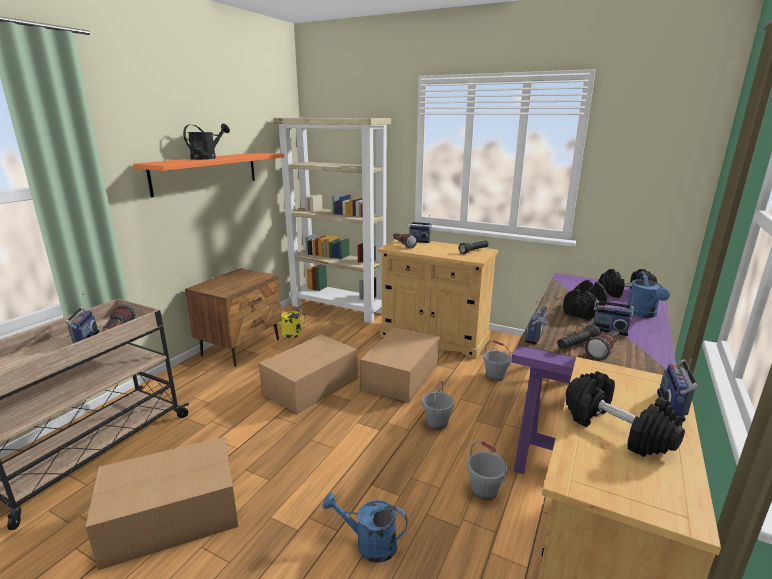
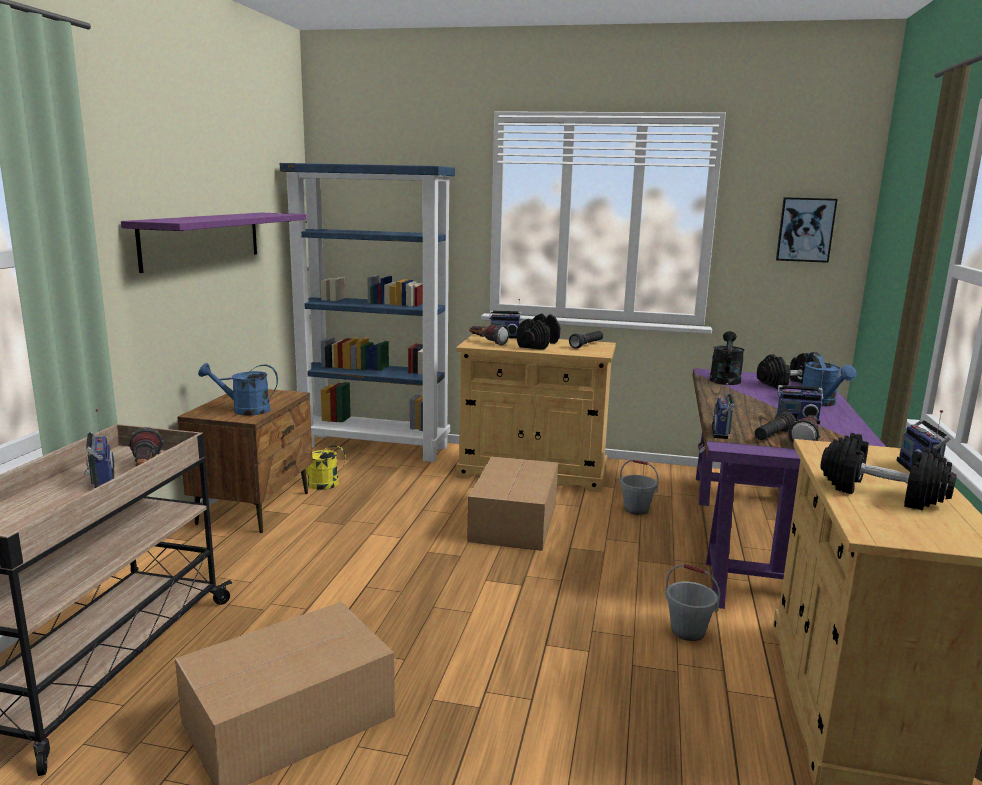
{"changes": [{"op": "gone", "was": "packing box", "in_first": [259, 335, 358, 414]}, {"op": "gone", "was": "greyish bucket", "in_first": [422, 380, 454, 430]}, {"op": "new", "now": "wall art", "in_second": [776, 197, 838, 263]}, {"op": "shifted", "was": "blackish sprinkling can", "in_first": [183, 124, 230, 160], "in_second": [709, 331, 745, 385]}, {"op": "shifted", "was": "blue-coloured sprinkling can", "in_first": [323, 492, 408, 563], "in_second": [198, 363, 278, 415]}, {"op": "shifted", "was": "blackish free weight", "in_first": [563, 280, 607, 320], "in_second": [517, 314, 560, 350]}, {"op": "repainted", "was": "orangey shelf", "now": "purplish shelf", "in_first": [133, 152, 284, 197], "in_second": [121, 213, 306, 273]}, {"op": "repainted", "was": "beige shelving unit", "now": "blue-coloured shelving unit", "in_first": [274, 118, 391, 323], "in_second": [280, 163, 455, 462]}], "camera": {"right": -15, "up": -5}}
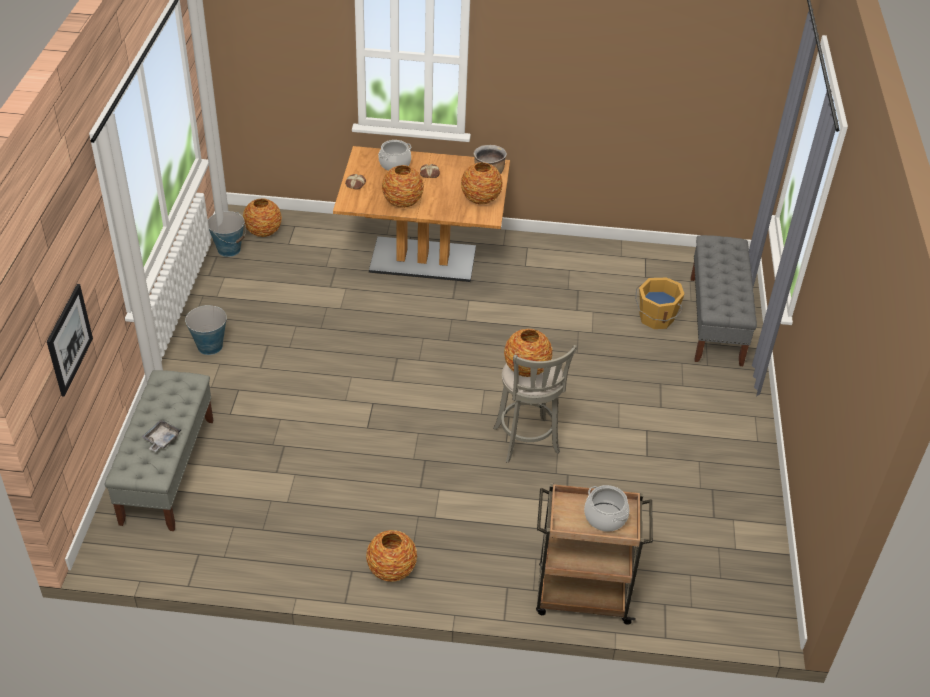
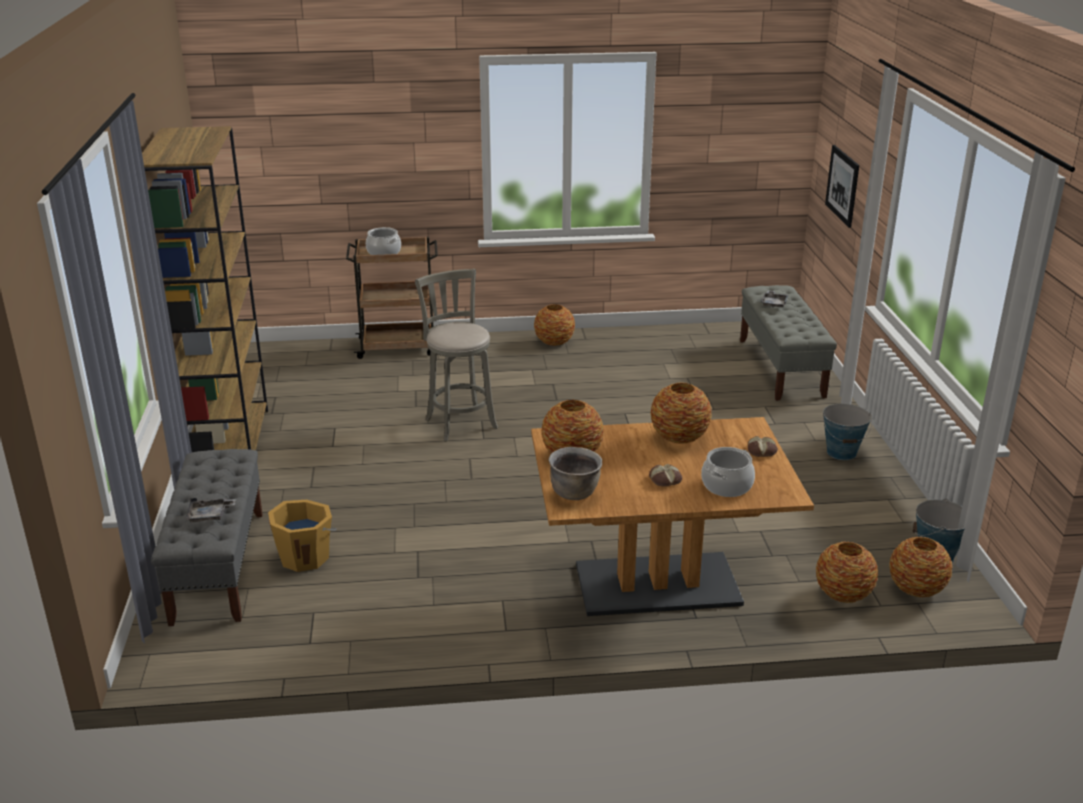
{"changes": [{"op": "new", "now": "brown-coloured shelving unit", "in_second": [142, 126, 268, 452]}, {"op": "new", "now": "greyish carrying tray", "in_second": [186, 498, 236, 522]}, {"op": "shifted", "was": "decorative vase", "in_first": [504, 329, 552, 377], "in_second": [816, 542, 878, 603]}], "camera": {"right": 170, "up": -15}}
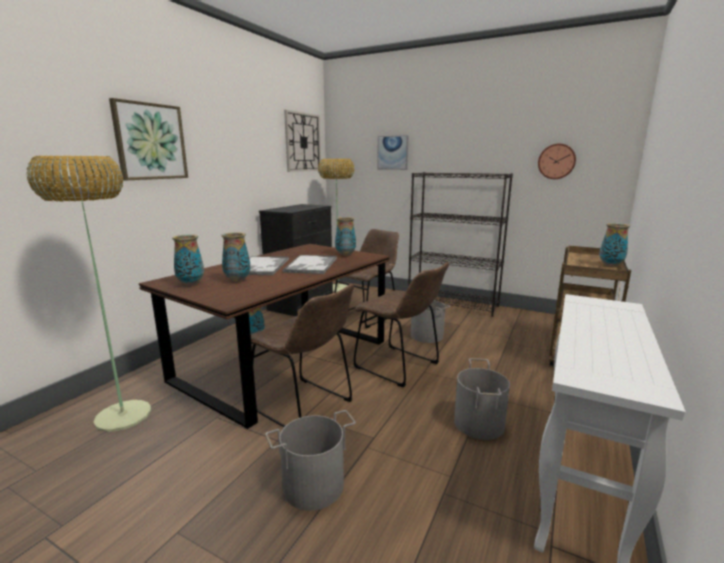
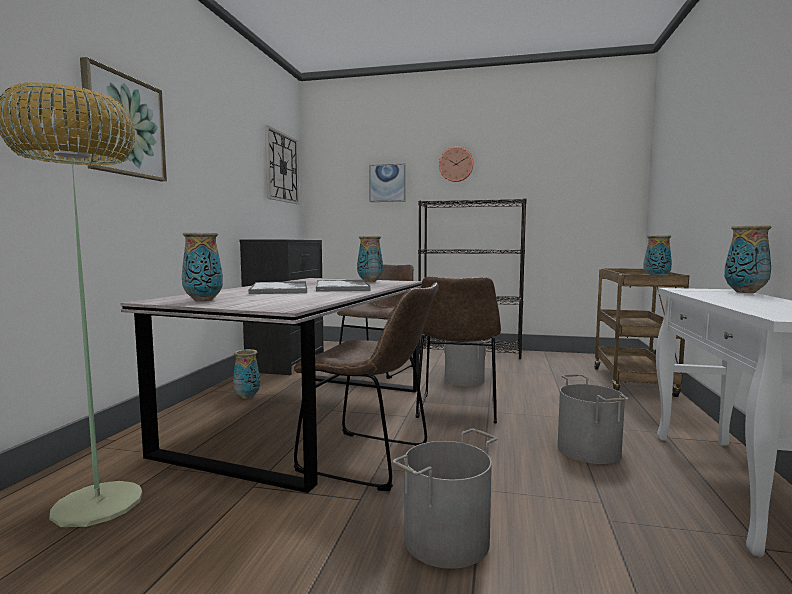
{"changes": [{"op": "gone", "was": "standard lamp", "in_first": [318, 159, 355, 292]}, {"op": "shifted", "was": "decorative vase", "in_first": [221, 232, 250, 282], "in_second": [724, 226, 772, 293]}, {"op": "shifted", "was": "clock on the wall", "in_first": [538, 144, 576, 179], "in_second": [439, 146, 474, 182]}, {"op": "repainted", "was": "brown-coloured dinner table", "now": "greyish dinner table", "in_first": [139, 244, 390, 429], "in_second": [121, 278, 422, 493]}, {"op": "rotated", "was": "brown-coloured plain chair", "in_first": [354, 262, 449, 387], "in_second": [416, 276, 501, 423], "clockwise": 75}], "camera": {"right": -15, "up": -10}}
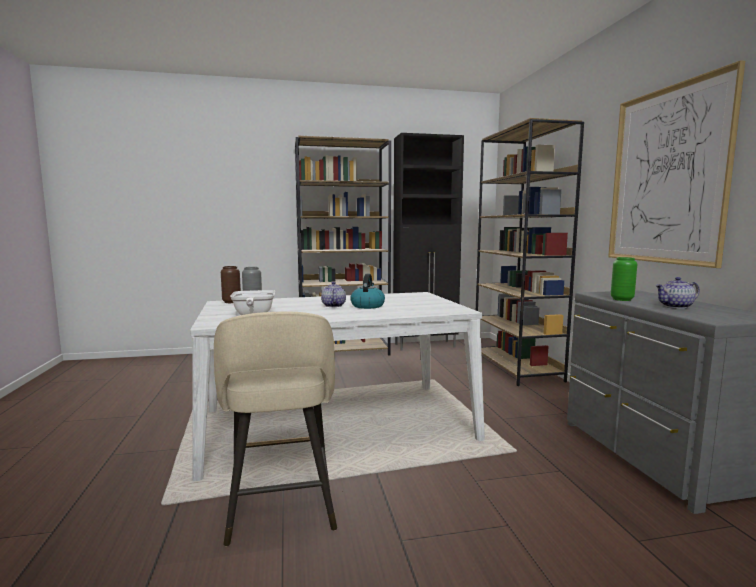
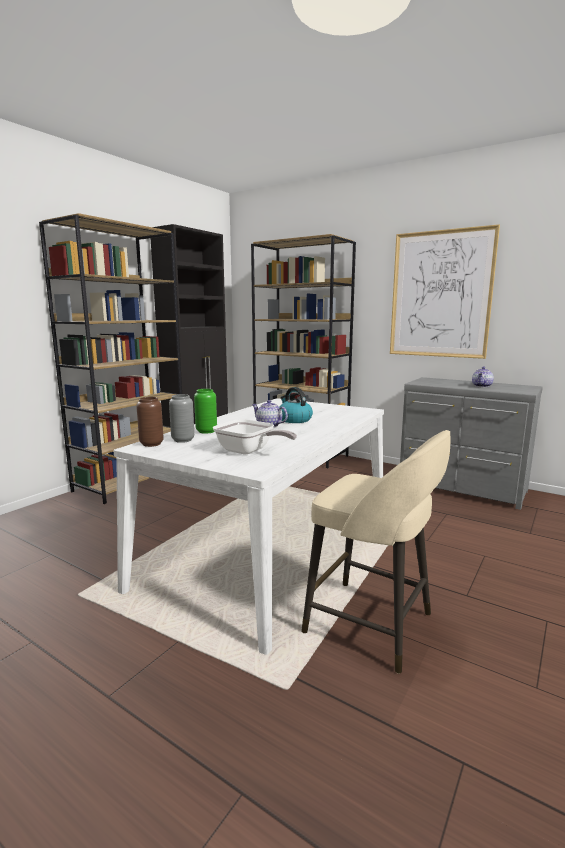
{"changes": [{"op": "shifted", "was": "greenish decorative vase", "in_first": [611, 257, 637, 301], "in_second": [194, 389, 217, 434]}], "camera": {"right": -45, "up": 5}}
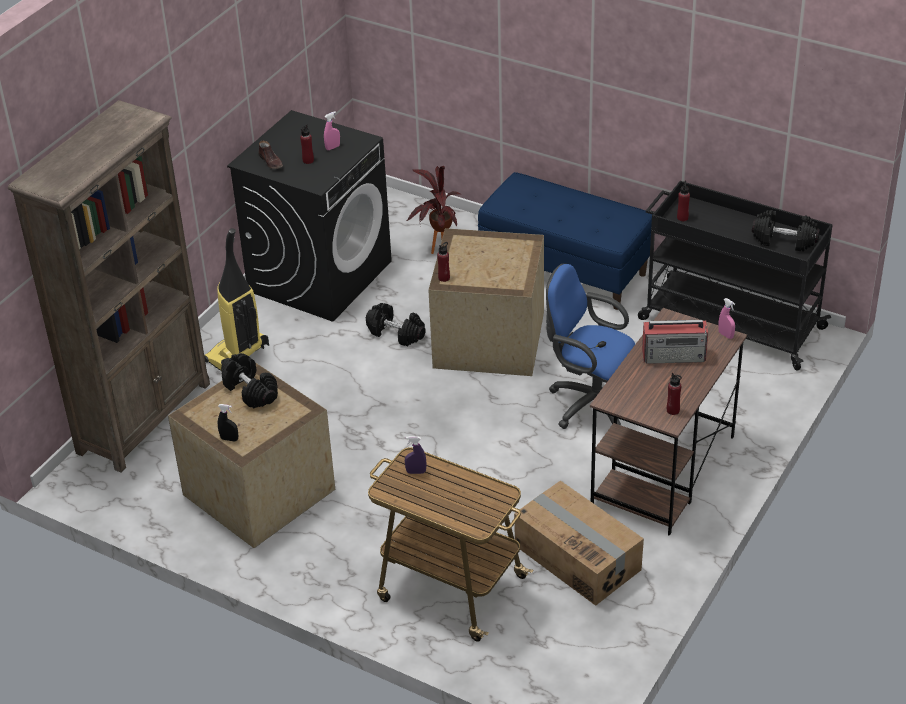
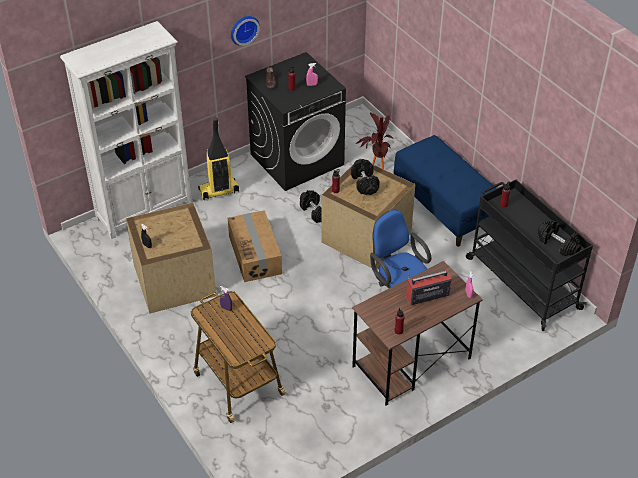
{"changes": [{"op": "new", "now": "clock on the wall", "in_second": [231, 16, 260, 46]}, {"op": "shifted", "was": "blackish free weight", "in_first": [221, 353, 278, 408], "in_second": [351, 159, 379, 195]}, {"op": "shifted", "was": "packing box", "in_first": [514, 481, 644, 606], "in_second": [228, 210, 282, 282]}, {"op": "repainted", "was": "brown-coloured shelving unit", "now": "whitish shelving unit", "in_first": [8, 100, 210, 472], "in_second": [60, 21, 192, 239]}, {"op": "rotated", "was": "radio", "in_first": [642, 320, 708, 364], "in_second": [406, 269, 452, 306], "clockwise": 135}], "camera": {"right": 25, "up": 5}}
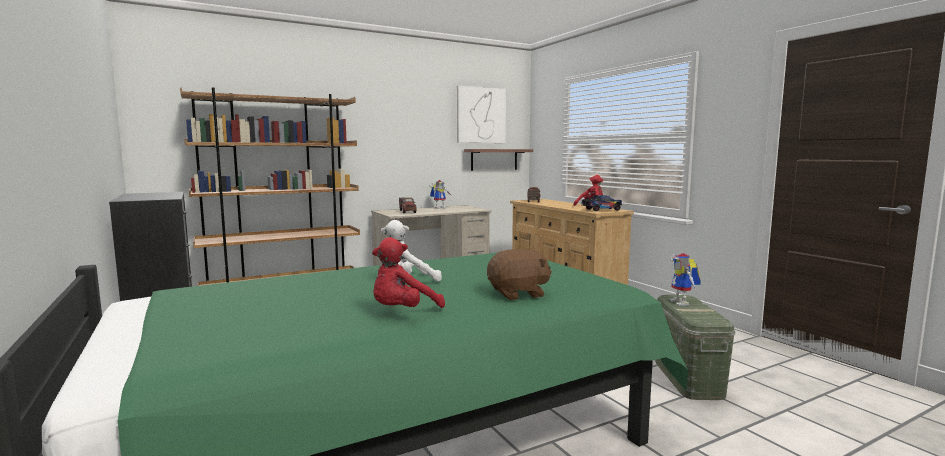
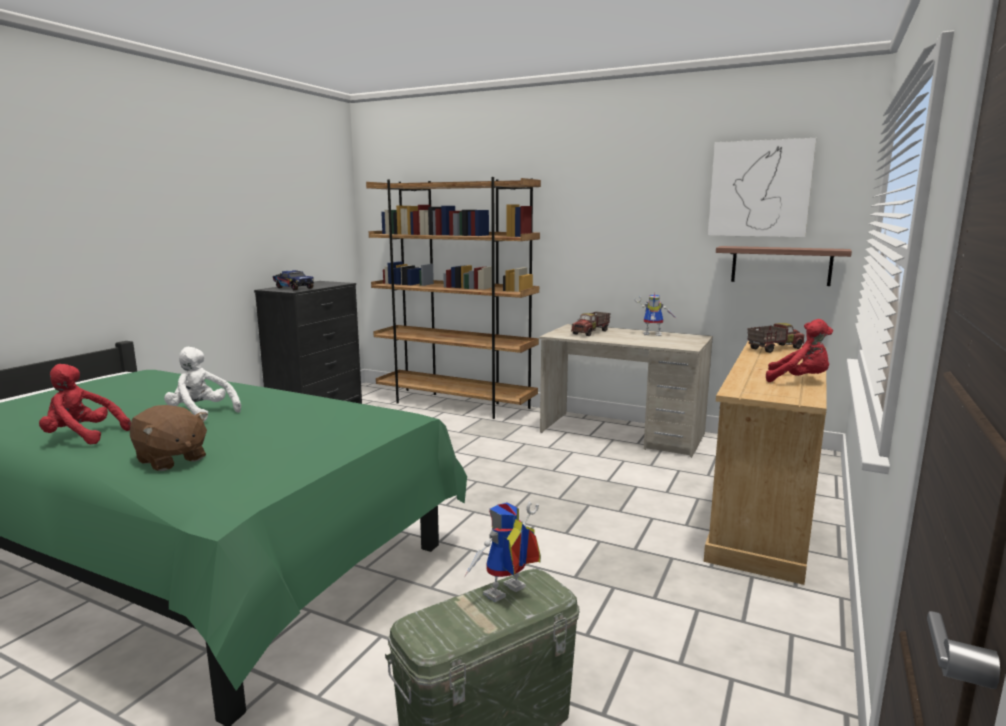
{"changes": [{"op": "shifted", "was": "toy truck", "in_first": [582, 195, 622, 211], "in_second": [273, 270, 314, 290]}], "camera": {"right": 55, "up": 5}}
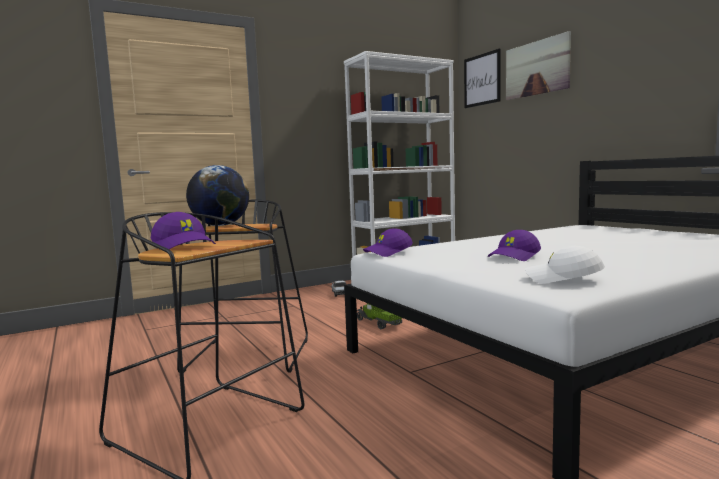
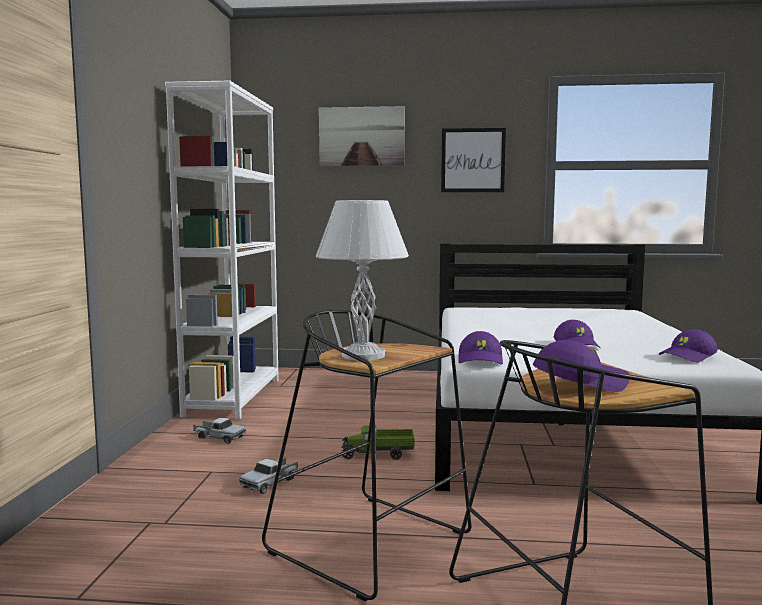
{"changes": [{"op": "new", "now": "toy truck", "in_second": [239, 457, 298, 494]}, {"op": "shifted", "was": "wall art", "in_first": [464, 49, 500, 108], "in_second": [441, 128, 506, 192]}, {"op": "swapped", "was": "globe", "now": "whitish table lamp", "in_first": [186, 165, 249, 226], "in_second": [315, 200, 409, 361]}, {"op": "repainted", "was": "whitish peaked cap", "now": "purplish peaked cap", "in_first": [525, 246, 605, 284], "in_second": [659, 329, 718, 363]}], "camera": {"right": -55, "up": 0}}
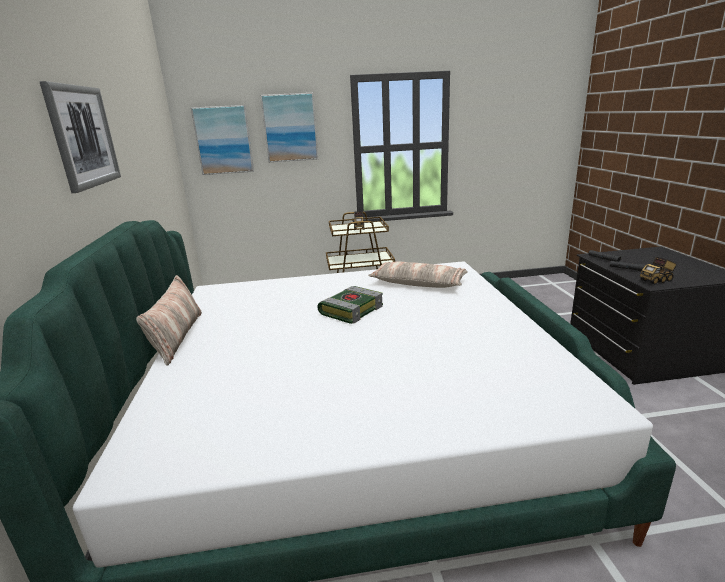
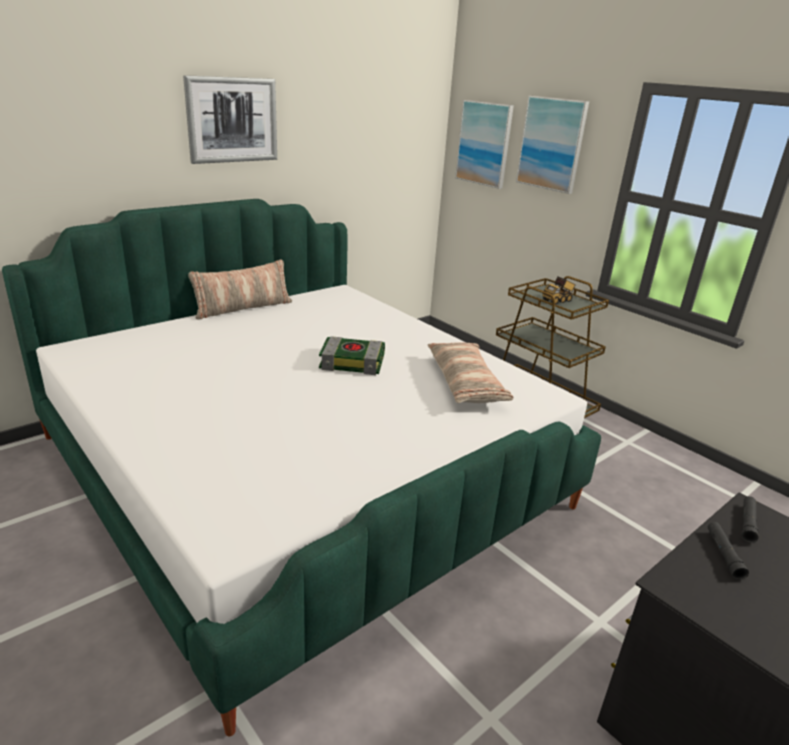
{"changes": [{"op": "gone", "was": "toy truck", "in_first": [640, 256, 676, 285]}], "camera": {"right": 55, "up": 5}}
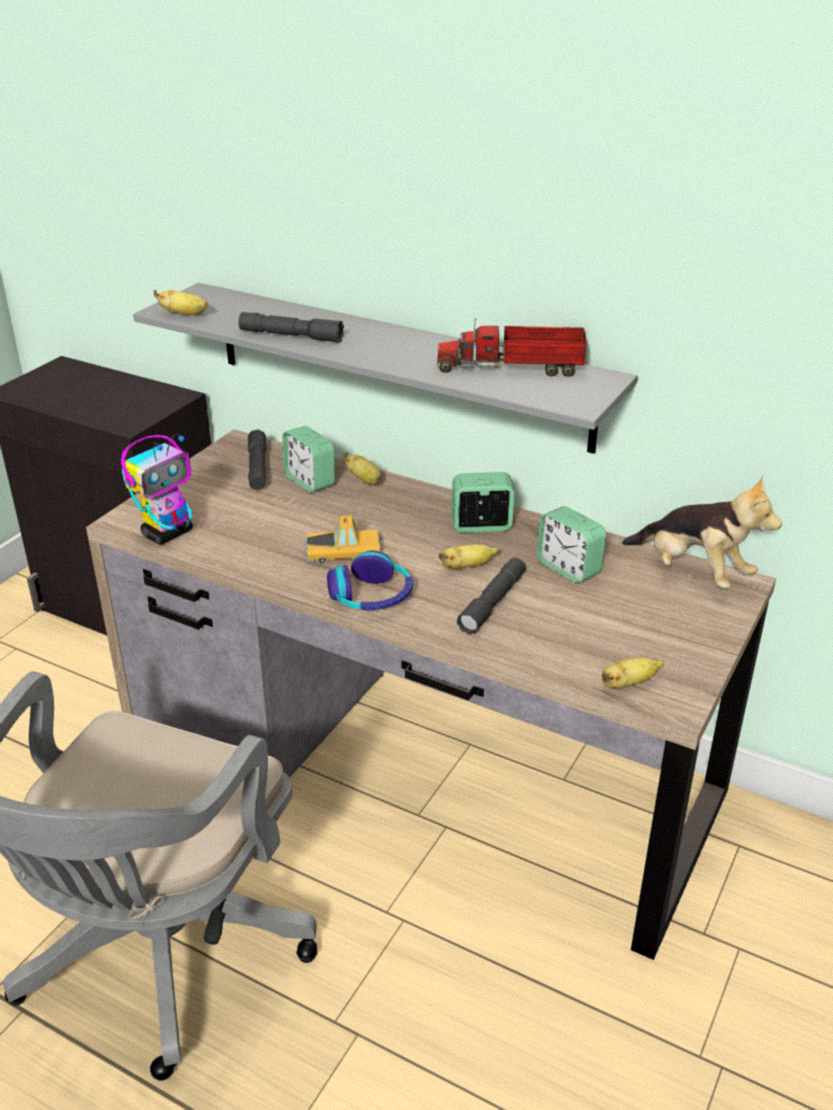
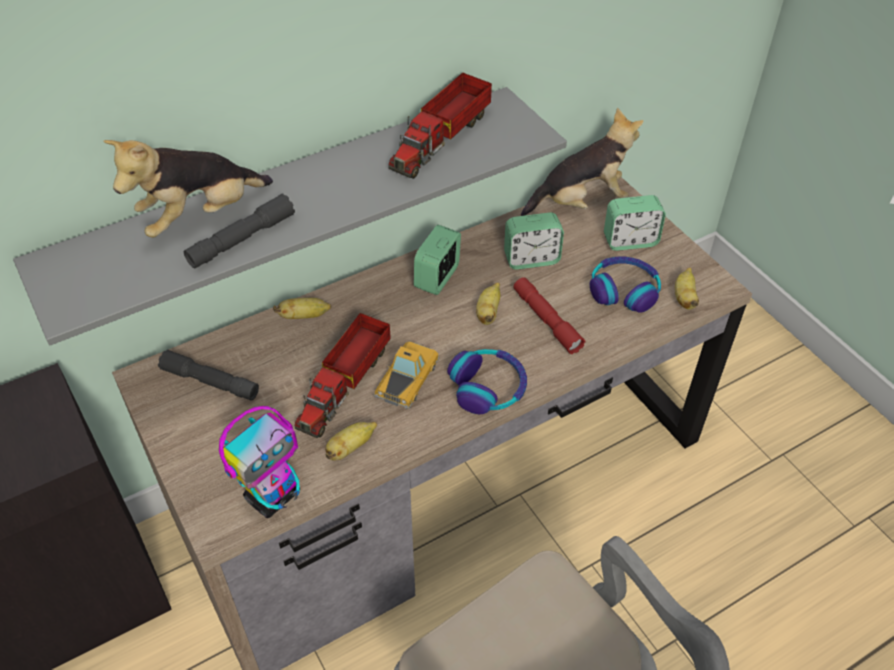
{"changes": [{"op": "new", "now": "soft toy", "in_second": [104, 140, 273, 238]}, {"op": "new", "now": "toy truck", "in_second": [294, 313, 391, 438]}, {"op": "new", "now": "pair of headphones", "in_second": [590, 256, 661, 313]}, {"op": "shifted", "was": "banana fruit", "in_first": [154, 290, 208, 315], "in_second": [325, 422, 377, 461]}, {"op": "shifted", "was": "table clock", "in_first": [282, 426, 335, 493], "in_second": [604, 195, 666, 251]}, {"op": "repainted", "was": "greyish flashlight", "now": "red flashlight", "in_first": [457, 558, 526, 634], "in_second": [514, 277, 585, 354]}, {"op": "rotated", "was": "model robot", "in_first": [121, 434, 193, 544], "in_second": [219, 406, 300, 518], "clockwise": 60}], "camera": {"right": -60, "up": 15}}
